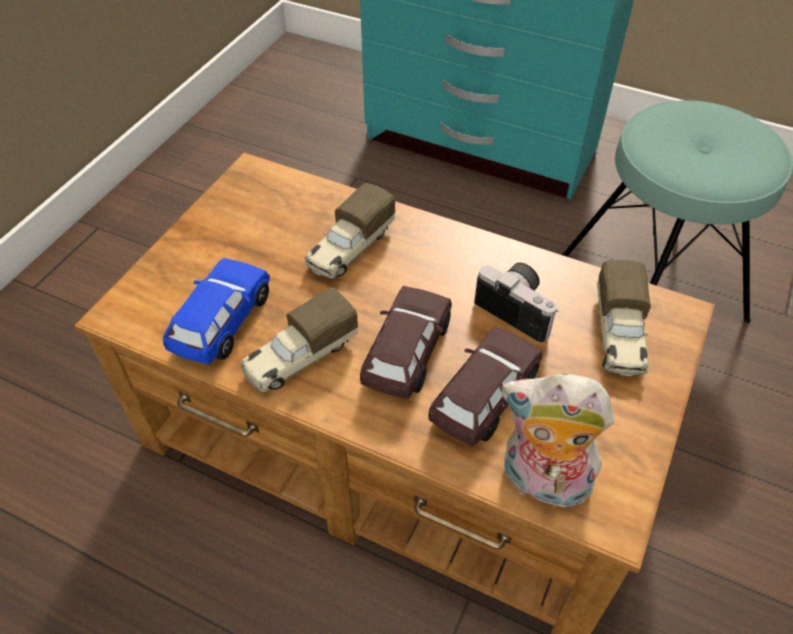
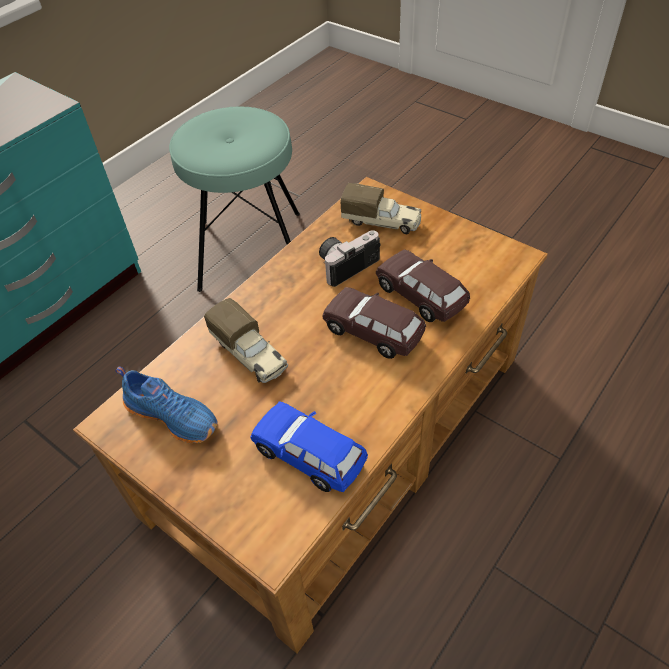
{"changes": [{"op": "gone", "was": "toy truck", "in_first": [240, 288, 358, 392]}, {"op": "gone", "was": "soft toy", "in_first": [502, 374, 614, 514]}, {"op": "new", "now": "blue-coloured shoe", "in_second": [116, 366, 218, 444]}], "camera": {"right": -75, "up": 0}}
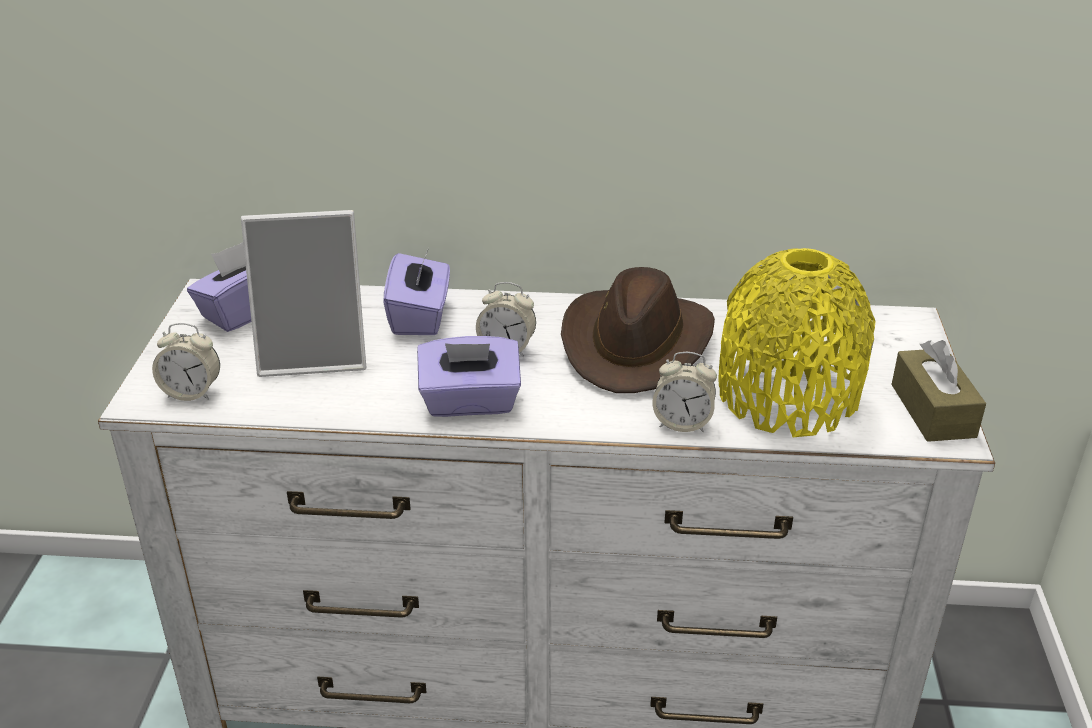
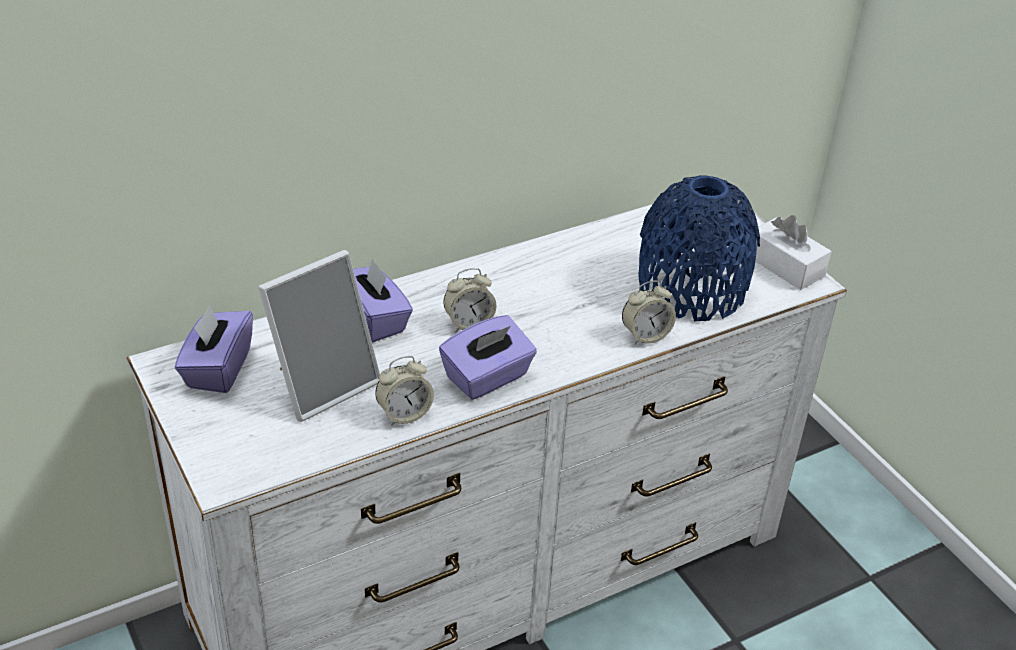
{"changes": [{"op": "gone", "was": "brown-coloured clothing hat", "in_first": [561, 267, 715, 393]}, {"op": "shifted", "was": "table clock", "in_first": [152, 323, 220, 401], "in_second": [375, 356, 434, 426]}, {"op": "repainted", "was": "yellow decorative vase", "now": "blue-coloured decorative vase", "in_first": [718, 248, 876, 437], "in_second": [638, 175, 760, 321]}, {"op": "repainted", "was": "brown-coloured box of tissues", "now": "whitish box of tissues", "in_first": [891, 340, 986, 442], "in_second": [755, 215, 832, 290]}], "camera": {"right": -35, "up": 5}}
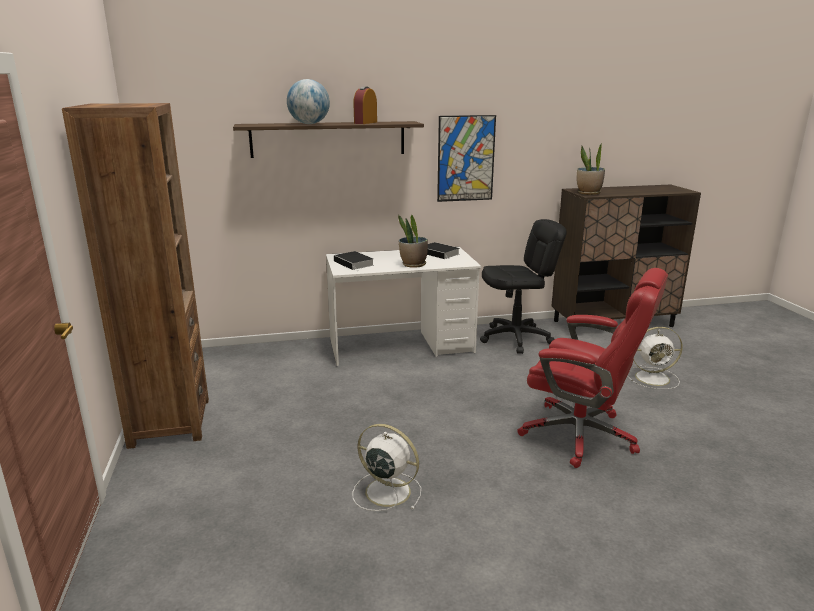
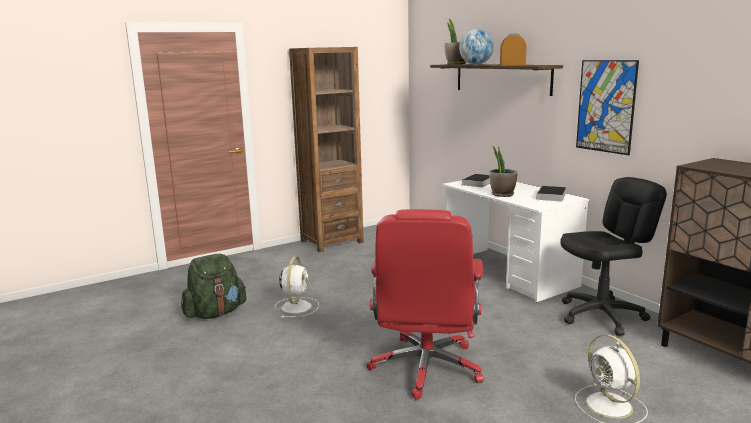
{"changes": [{"op": "new", "now": "greenish backpack", "in_second": [181, 254, 247, 319]}, {"op": "shifted", "was": "plant in a pot", "in_first": [577, 143, 605, 195], "in_second": [444, 19, 466, 64]}, {"op": "rotated", "was": "blackish computer chair", "in_first": [480, 219, 567, 354], "in_second": [560, 177, 667, 336], "clockwise": -75}], "camera": {"right": 70, "up": -5}}
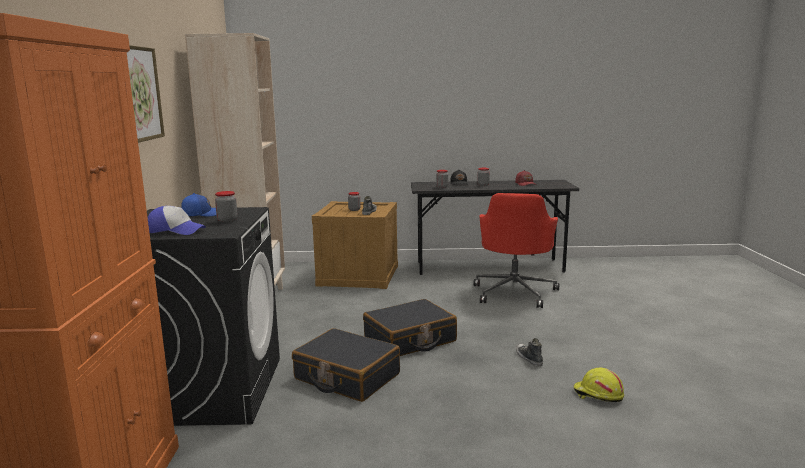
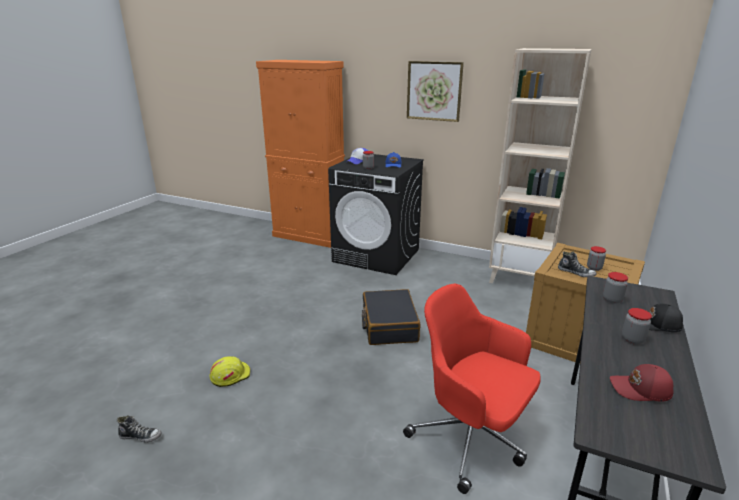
{"changes": [{"op": "gone", "was": "blackish suitcase", "in_first": [292, 328, 400, 402]}, {"op": "shifted", "was": "shoe", "in_first": [516, 338, 543, 366], "in_second": [116, 415, 162, 443]}], "camera": {"right": 115, "up": 10}}
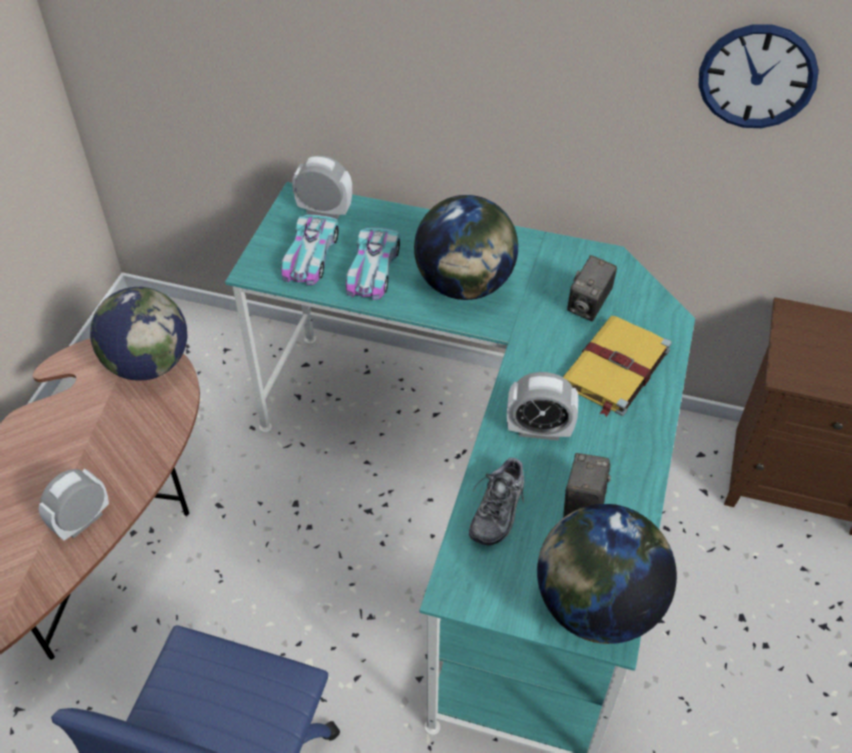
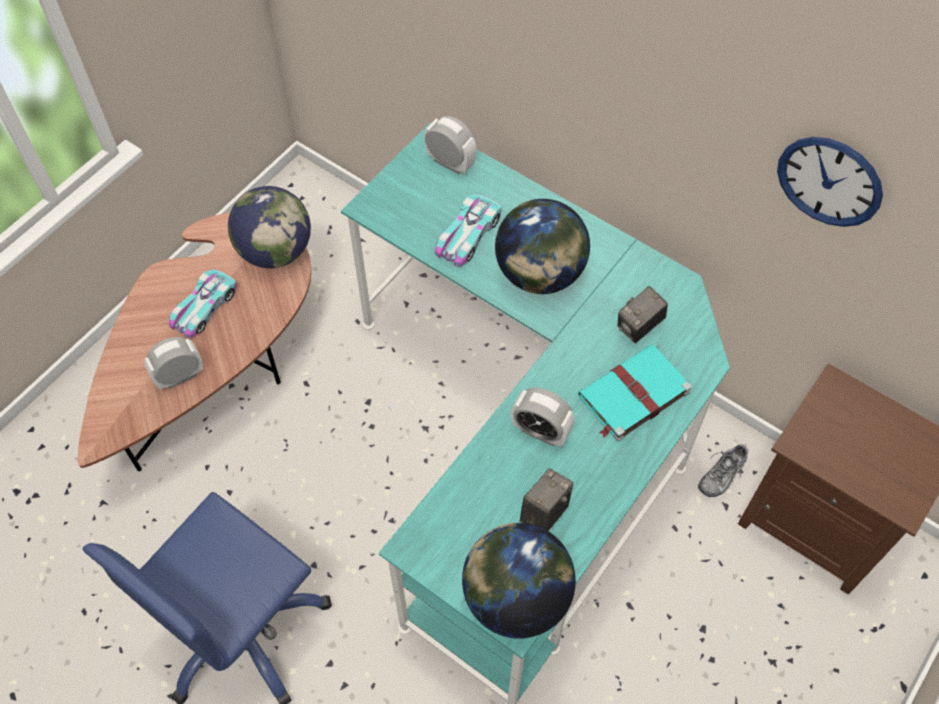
{"changes": [{"op": "shifted", "was": "miniature car", "in_first": [281, 215, 339, 285], "in_second": [168, 269, 237, 338]}, {"op": "shifted", "was": "shoe", "in_first": [469, 453, 524, 546], "in_second": [698, 444, 748, 497]}, {"op": "repainted", "was": "yellow bound book", "now": "turquoise-coloured bound book", "in_first": [563, 316, 672, 417], "in_second": [578, 345, 692, 441]}], "camera": {"right": 20, "up": 10}}
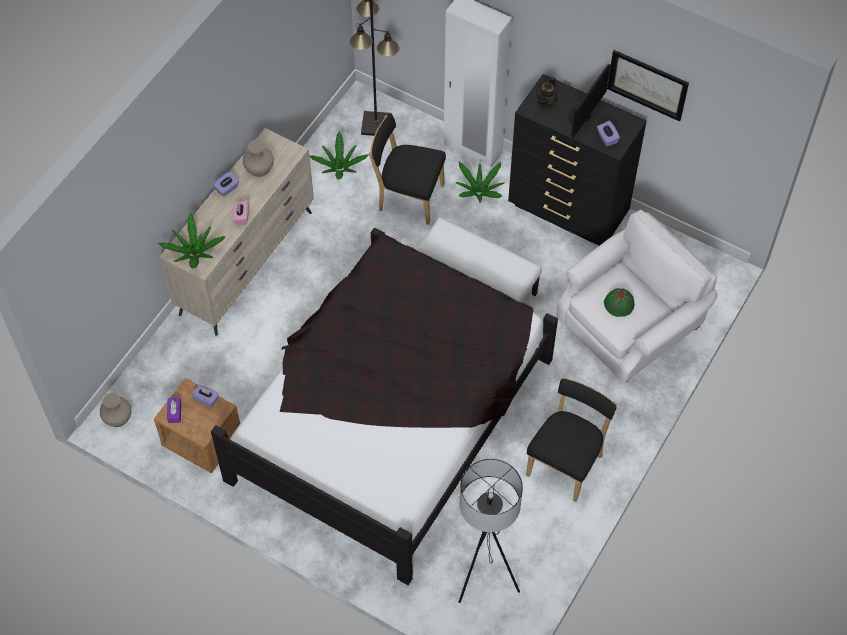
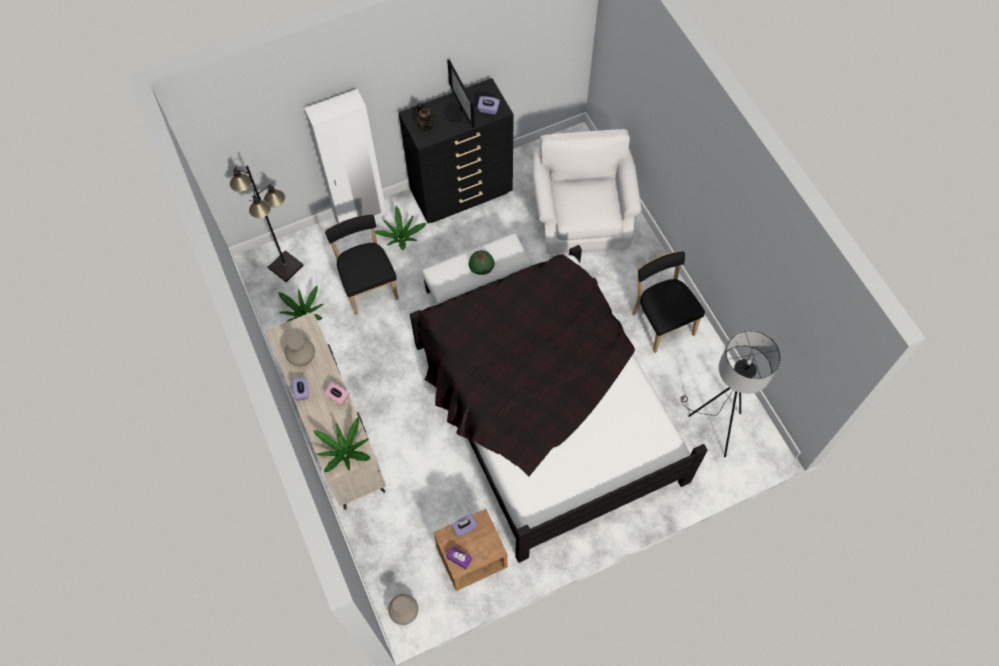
{"changes": [{"op": "gone", "was": "wall art", "in_first": [607, 50, 689, 121]}, {"op": "shifted", "was": "greenish clothing hat", "in_first": [604, 288, 634, 317], "in_second": [469, 250, 495, 275]}, {"op": "rotated", "was": "blackish plain chair", "in_first": [369, 114, 446, 225], "in_second": [325, 213, 399, 315], "clockwise": 105}], "camera": {"right": -55, "up": 5}}
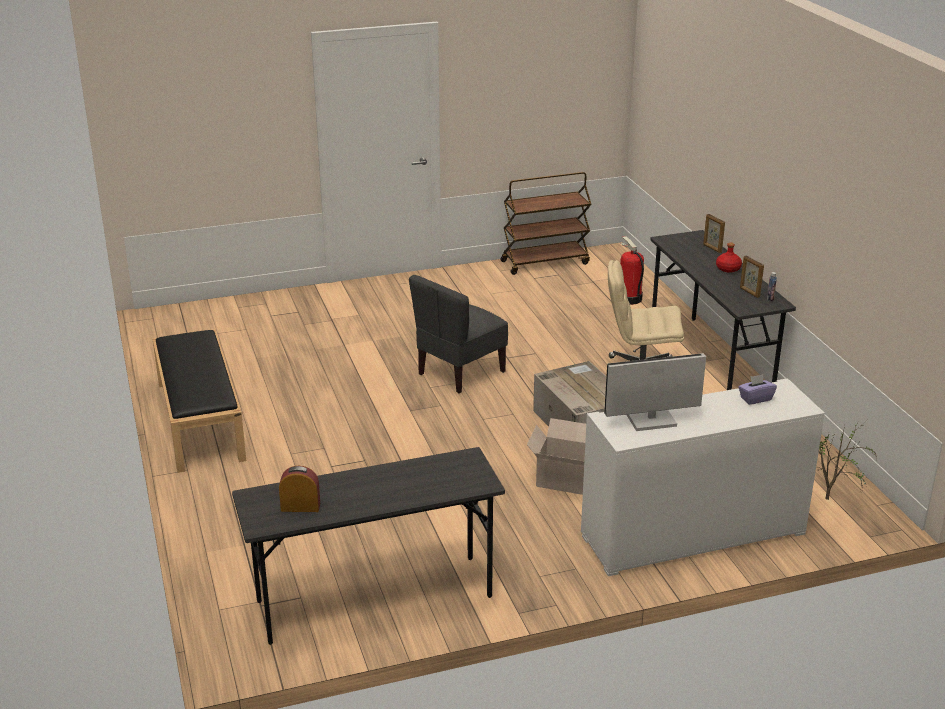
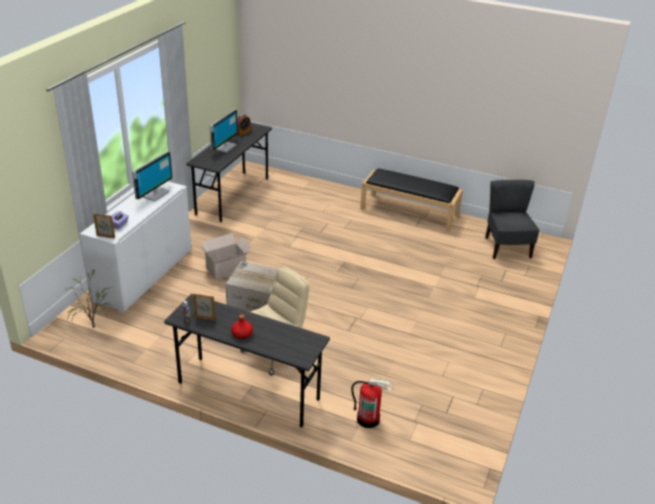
{"changes": [{"op": "gone", "was": "brown-coloured cart", "in_first": [500, 172, 591, 275]}, {"op": "new", "now": "monitor", "in_second": [210, 109, 238, 153]}, {"op": "shifted", "was": "greyish plain chair", "in_first": [409, 275, 508, 393], "in_second": [485, 180, 539, 259]}, {"op": "shifted", "was": "picture frame", "in_first": [703, 214, 725, 253], "in_second": [93, 214, 115, 238]}], "camera": {"right": 130, "up": 5}}
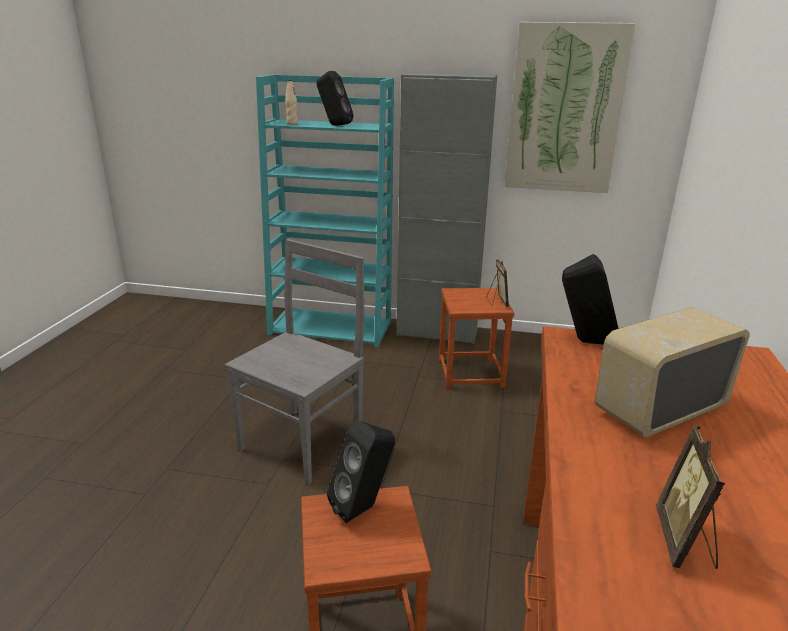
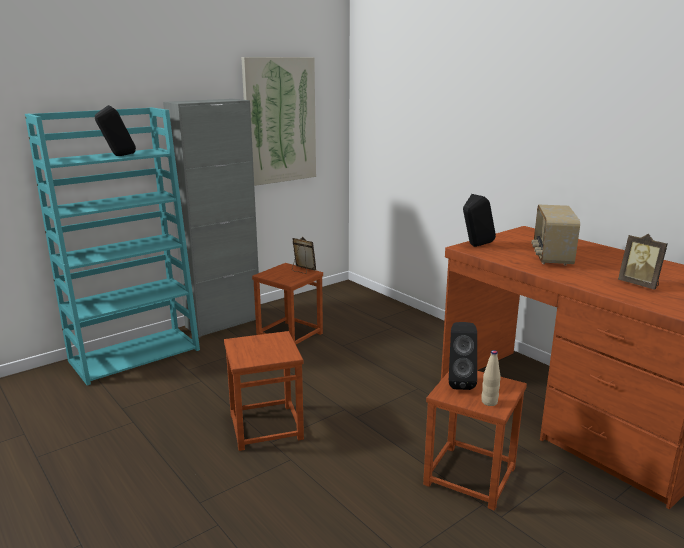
{"changes": [{"op": "shifted", "was": "beige bottle", "in_first": [285, 79, 298, 125], "in_second": [481, 350, 501, 406]}, {"op": "swapped", "was": "greyish plain chair", "now": "brown-coloured stool seat", "in_first": [225, 239, 364, 485], "in_second": [224, 331, 304, 451]}], "camera": {"right": -50, "up": -5}}
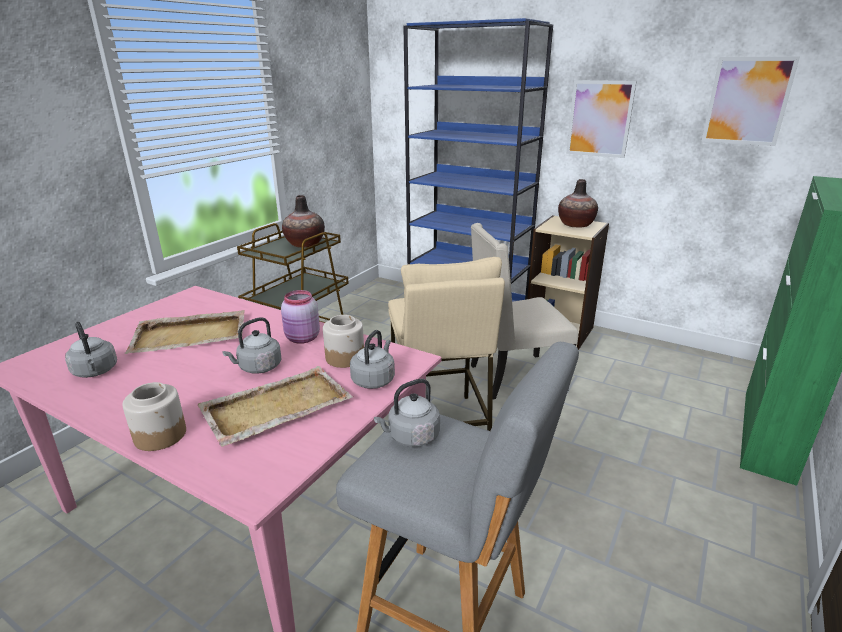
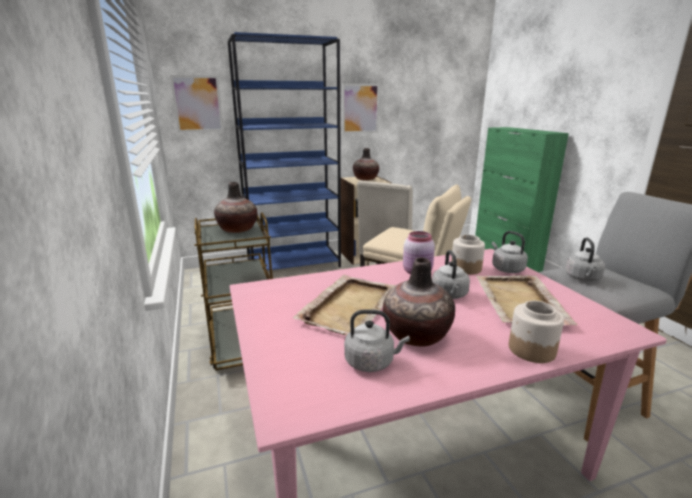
{"changes": [{"op": "new", "now": "decorative vase", "in_second": [383, 257, 455, 347]}, {"op": "shifted", "was": "wall art", "in_first": [701, 57, 800, 146], "in_second": [170, 75, 224, 132]}], "camera": {"right": -50, "up": -5}}
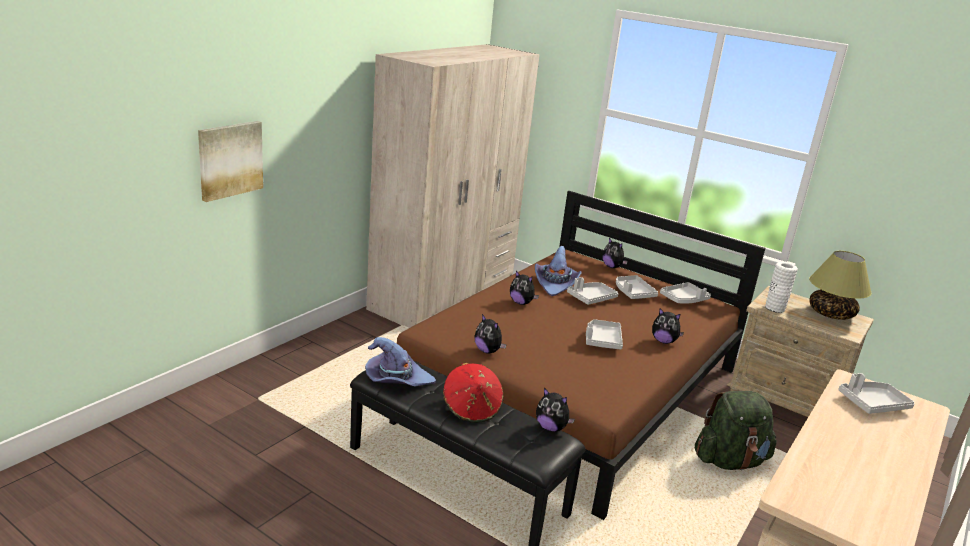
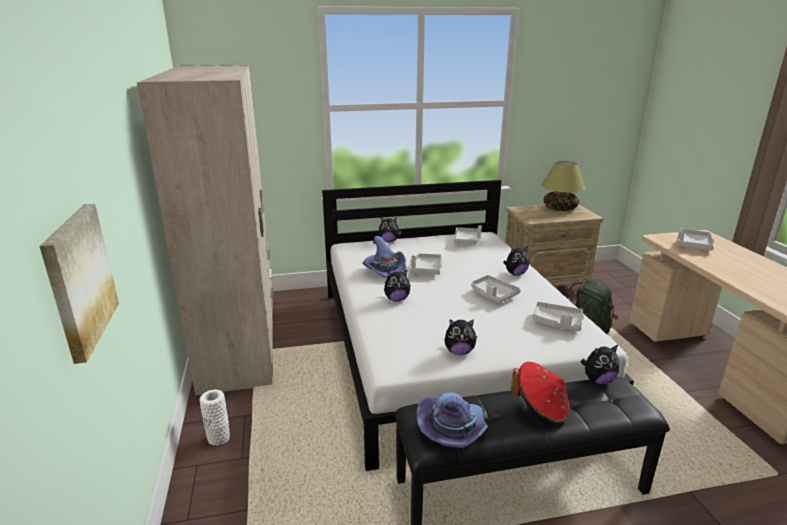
{"changes": [{"op": "shifted", "was": "greyish carrying tray", "in_first": [616, 275, 658, 299], "in_second": [532, 302, 583, 331]}, {"op": "shifted", "was": "whitish decorative vase", "in_first": [765, 262, 798, 313], "in_second": [199, 390, 230, 446]}, {"op": "repainted", "was": "brown-coloured bedroom bed", "now": "whitish bedroom bed", "in_first": [397, 191, 765, 520], "in_second": [322, 180, 634, 471]}], "camera": {"right": -45, "up": 0}}
